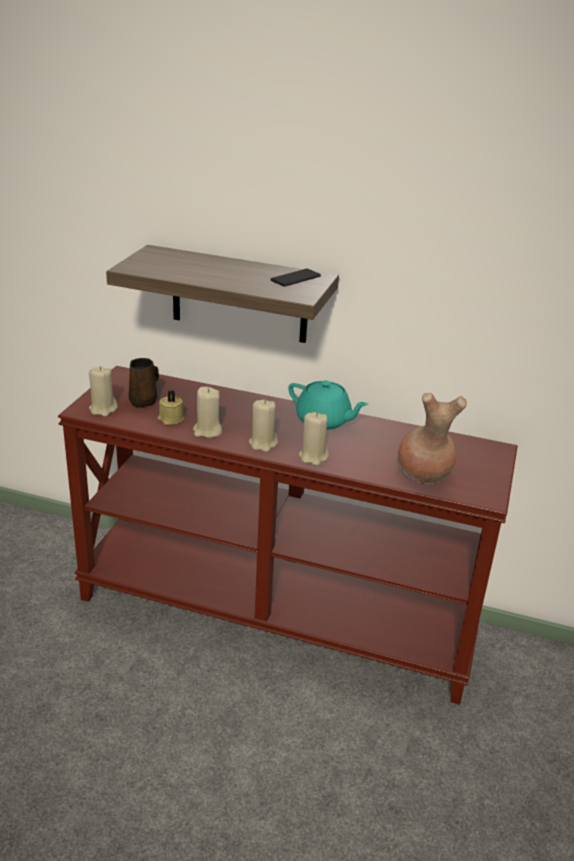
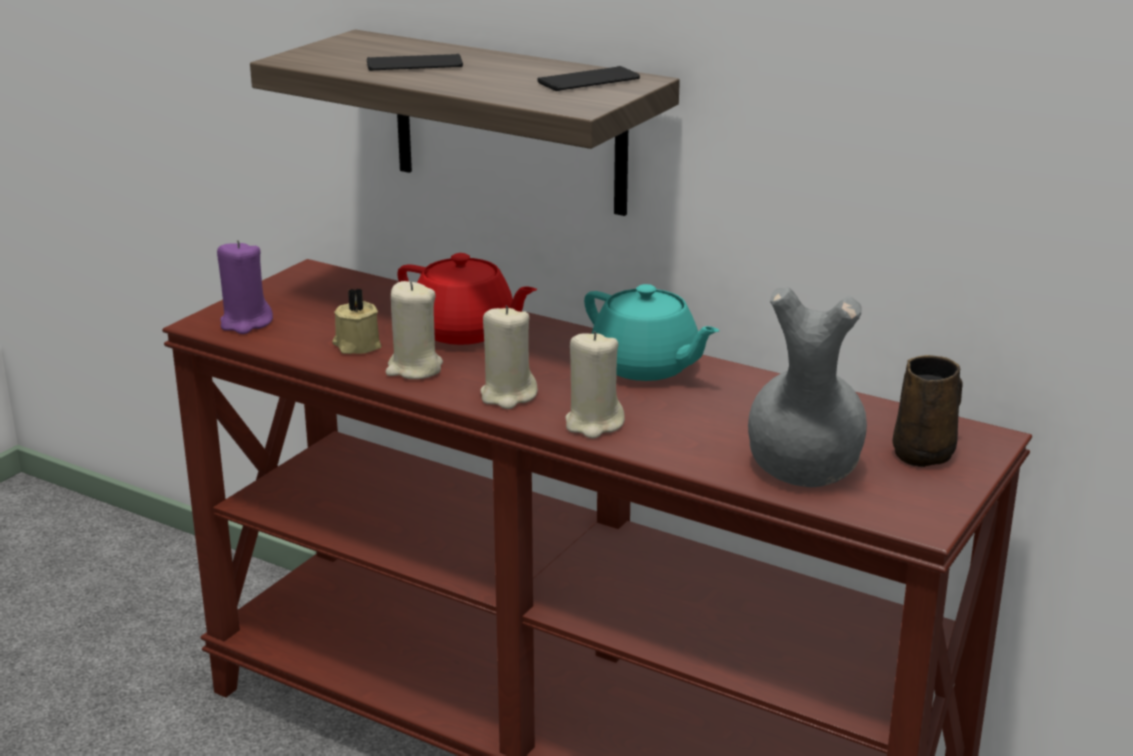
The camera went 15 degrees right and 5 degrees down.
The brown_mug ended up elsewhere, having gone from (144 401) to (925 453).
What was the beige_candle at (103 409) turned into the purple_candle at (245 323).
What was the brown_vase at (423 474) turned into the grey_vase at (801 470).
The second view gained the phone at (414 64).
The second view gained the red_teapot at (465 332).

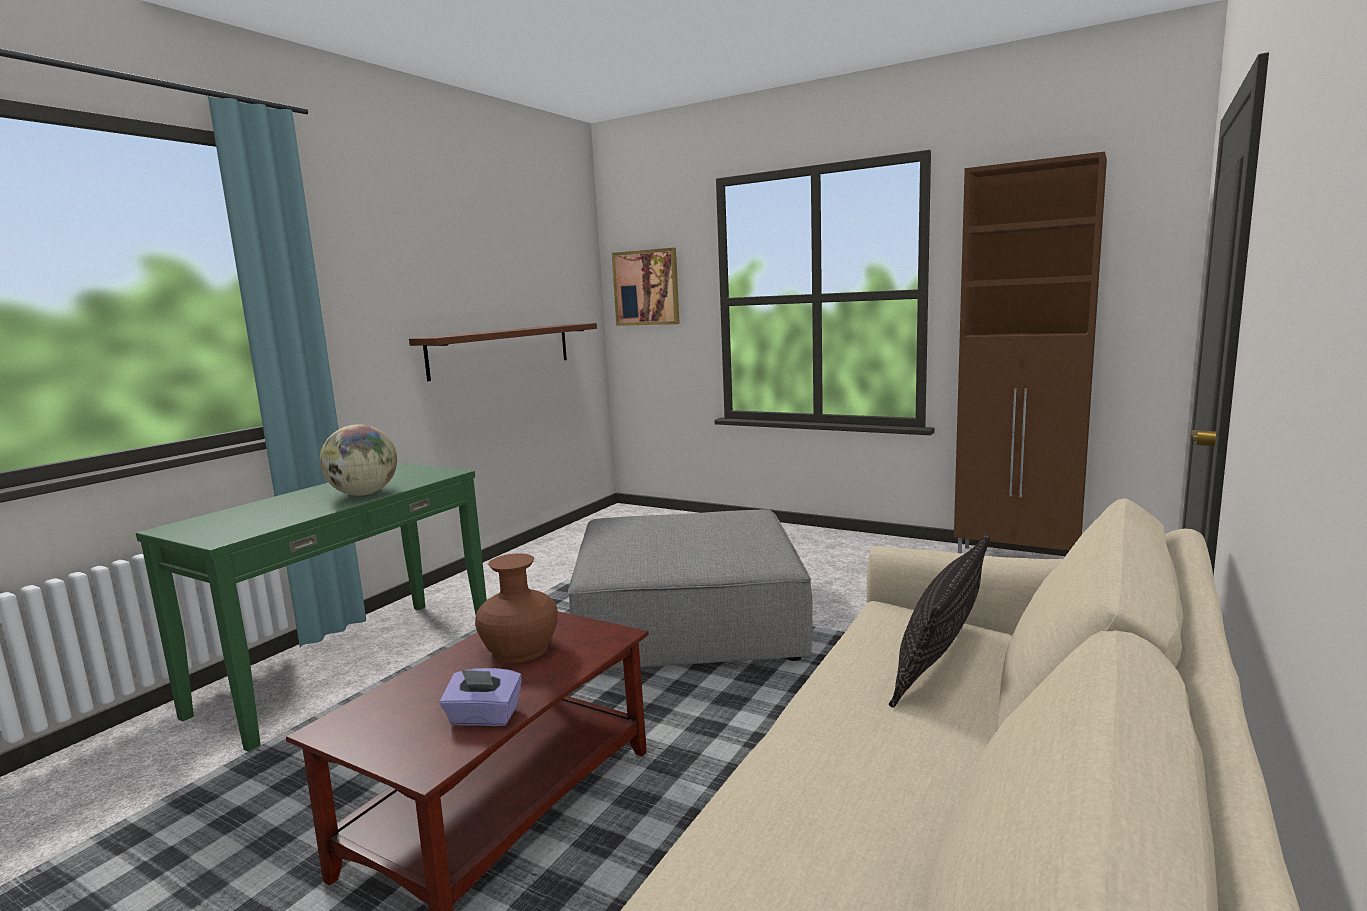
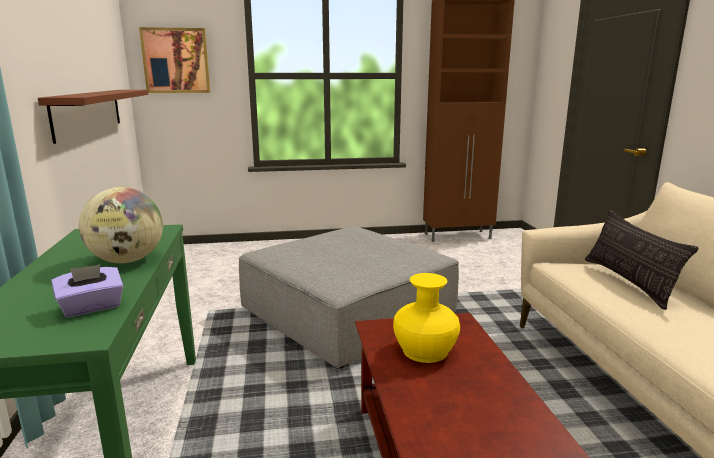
The camera went 40 degrees left and 5 degrees up.
What was the brown_vase at (520 649) turned into the yellow_vase at (425 350).
The purple_tissue_box ended up elsewhere, having gone from (484 717) to (92 307).

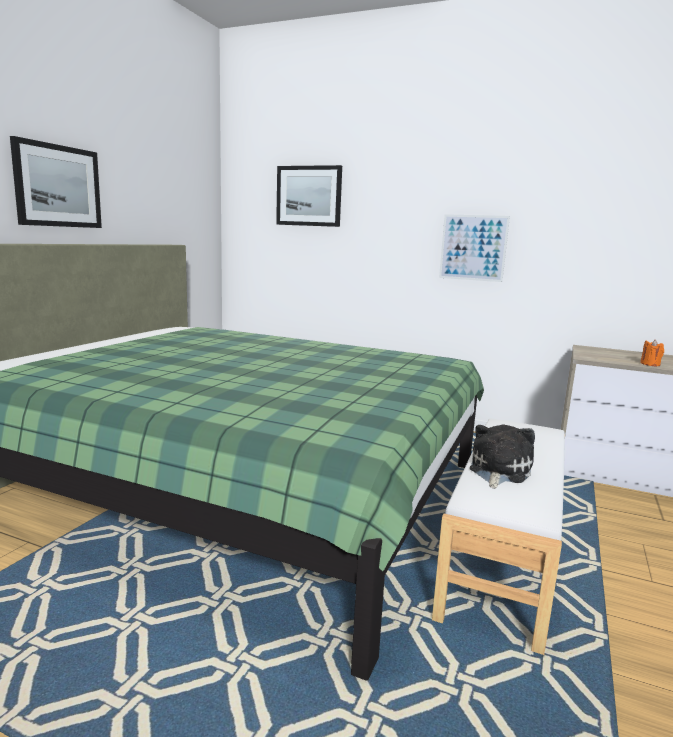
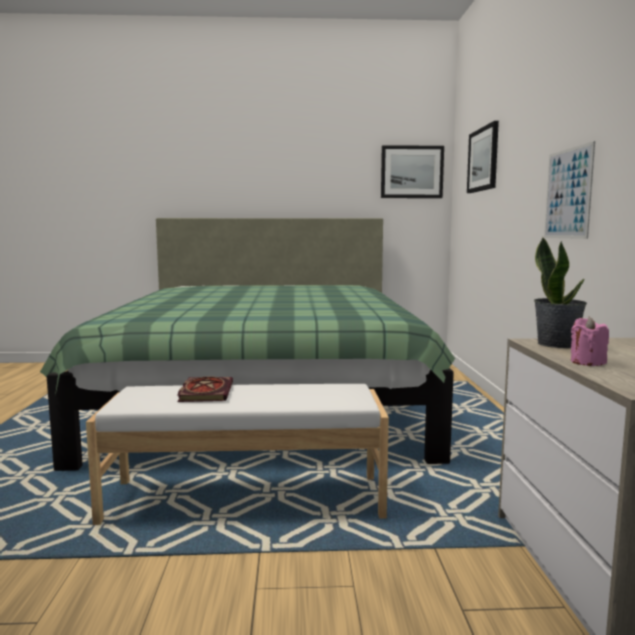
The camera went 65 degrees right and 5 degrees down.
The picture ended up elsewhere, having gone from (58 186) to (411 172).
What was the orange_candle at (650 364) turned into the pink_candle at (587 362).
Where the plush_toy stood at (498 471), the book came to stand at (205 392).
The second view gained the potted_plant at (557 344).

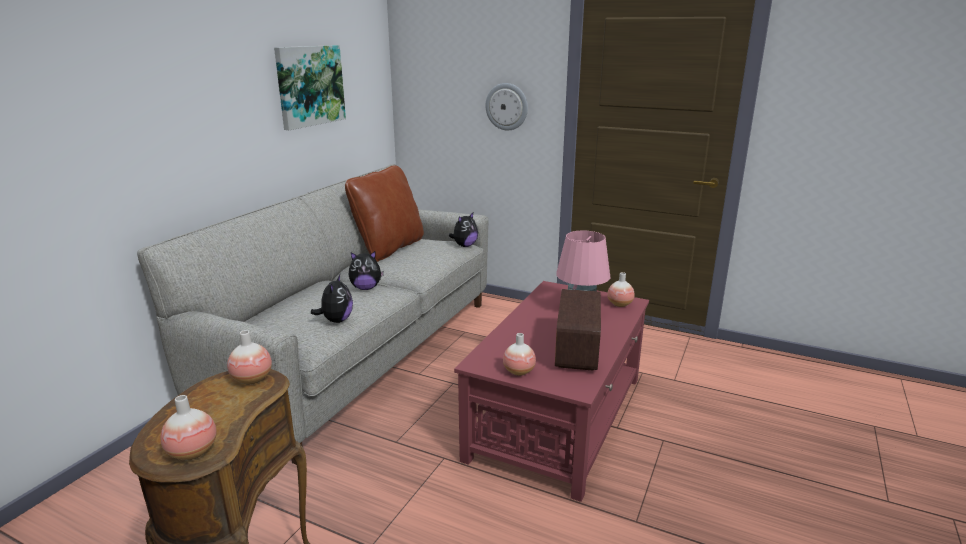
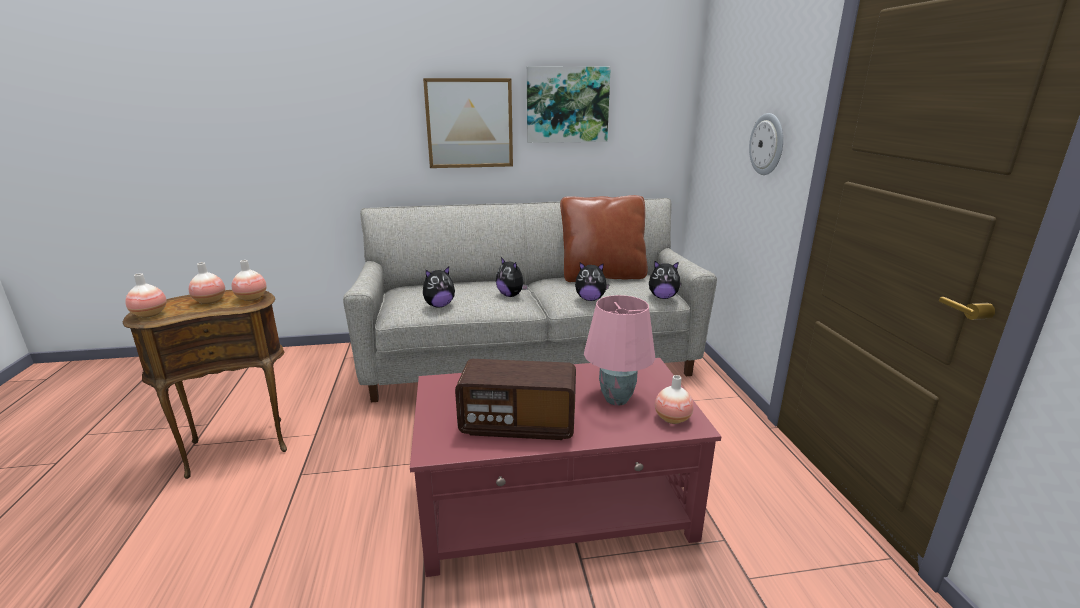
The camera went 55 degrees right and 0 degrees up.
The radio at (577 350) ended up facing another way, 150 degrees counterclockwise from before.
The vase ended up elsewhere, having gone from (519 371) to (210 301).
The second view gained the picture at (469 123).
The second view gained the plush_toy at (590 299).

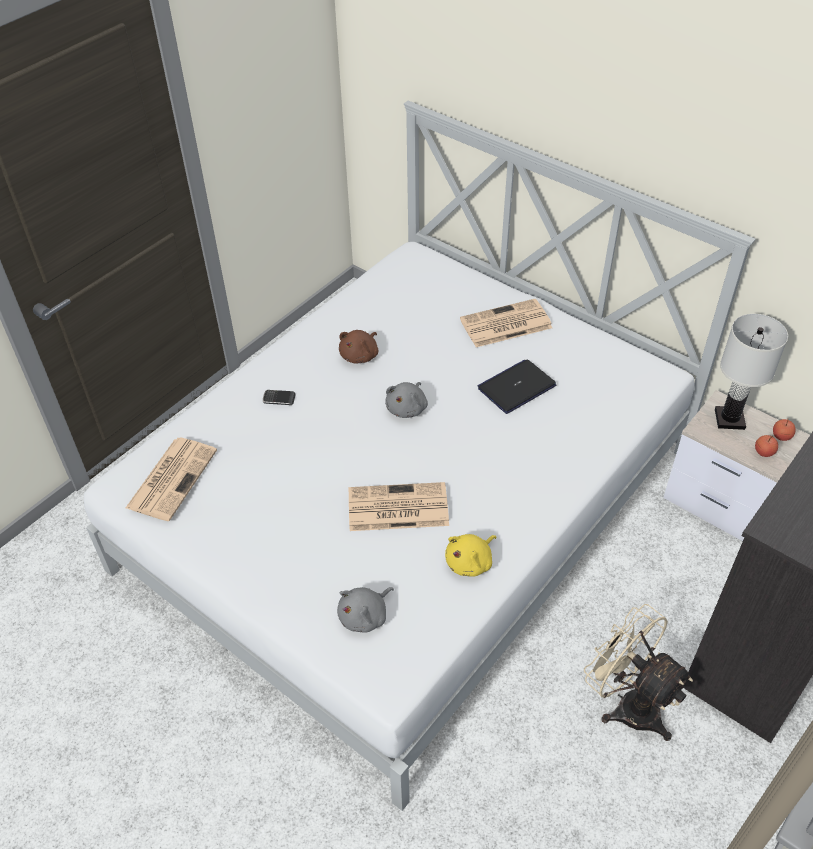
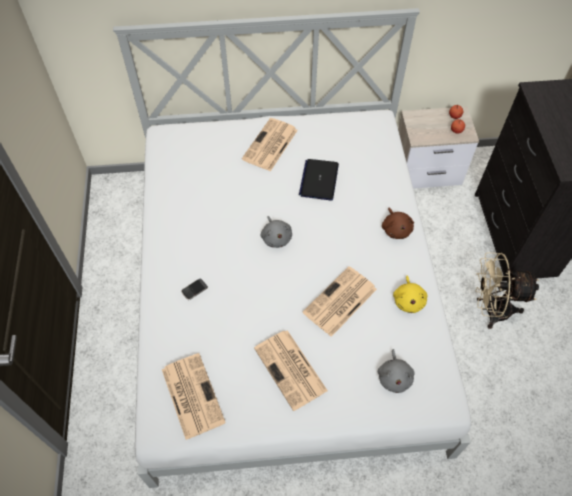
The camera went 45 degrees left and 10 degrees up.
The second view lost the white_table_lamp at (730 419).
The brown_plush_toy ended up elsewhere, having gone from (360 355) to (396 229).
The second view gained the newspaper at (291 370).

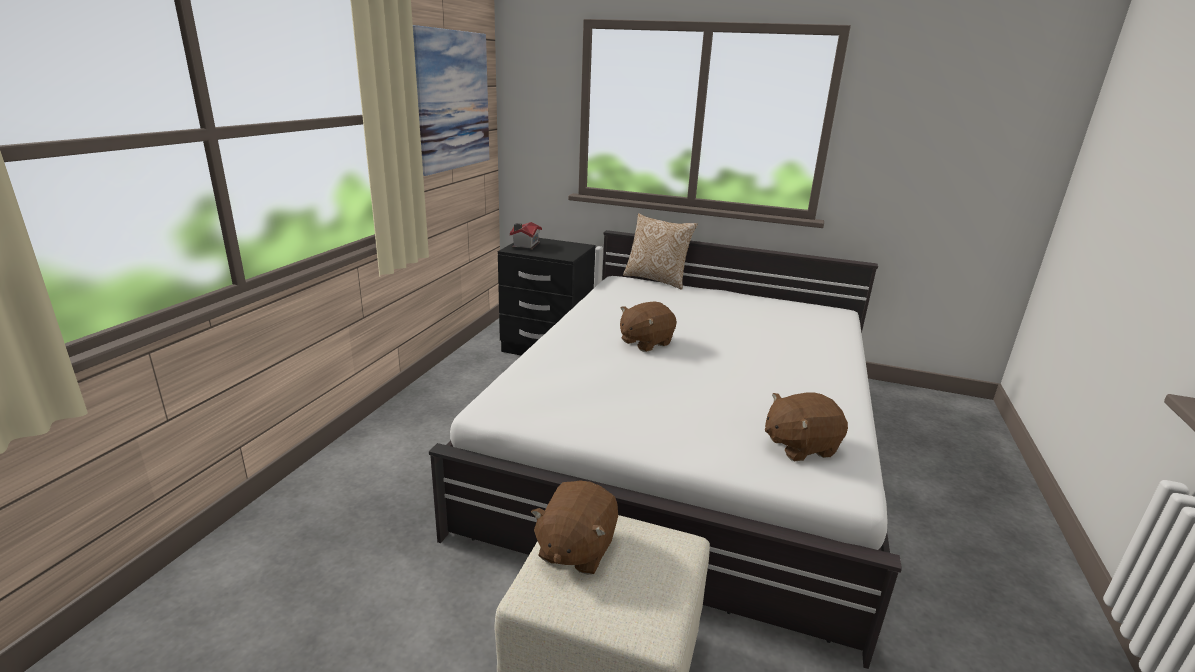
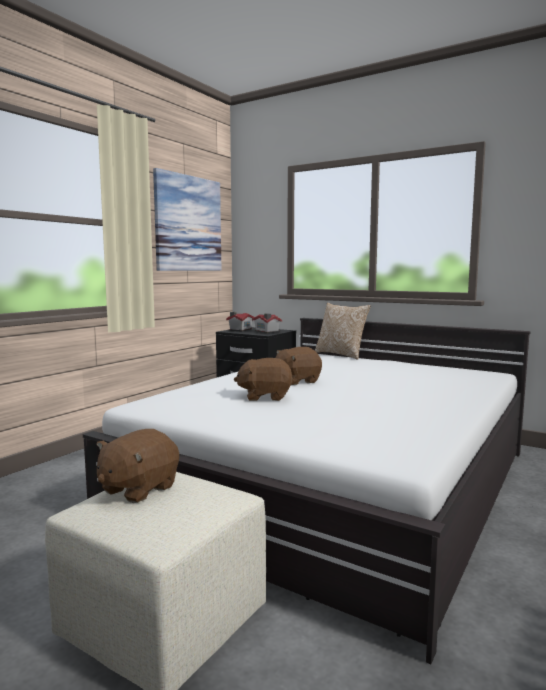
The camera went 15 degrees right and 15 degrees down.
The brown_plush_toy ended up elsewhere, having gone from (799 446) to (265 396).
The second view gained the toy_house at (266 331).

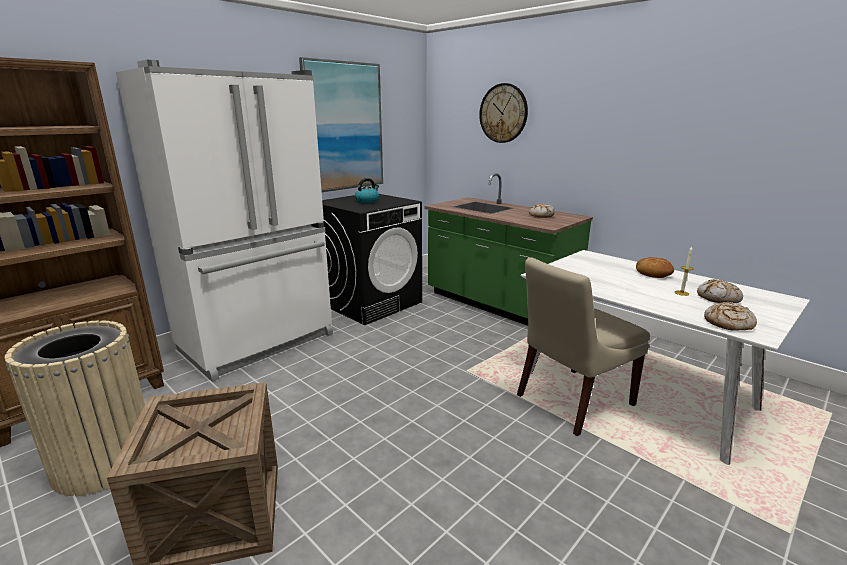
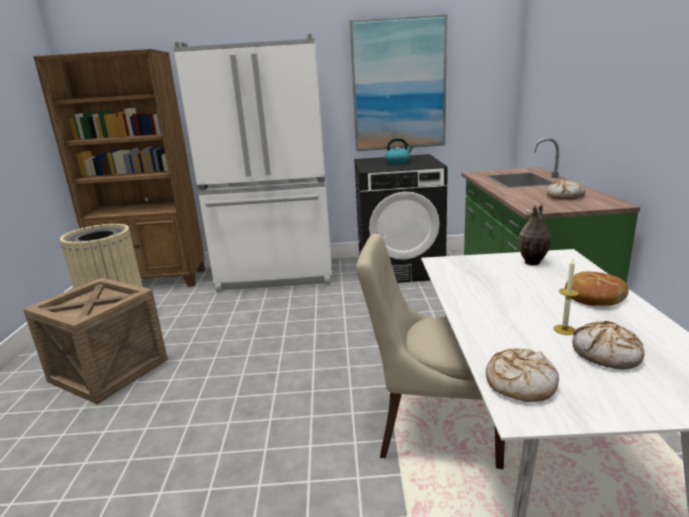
The camera went 45 degrees right and 0 degrees up.
The second view lost the wall_clock at (503 113).
The second view gained the vase at (532 262).

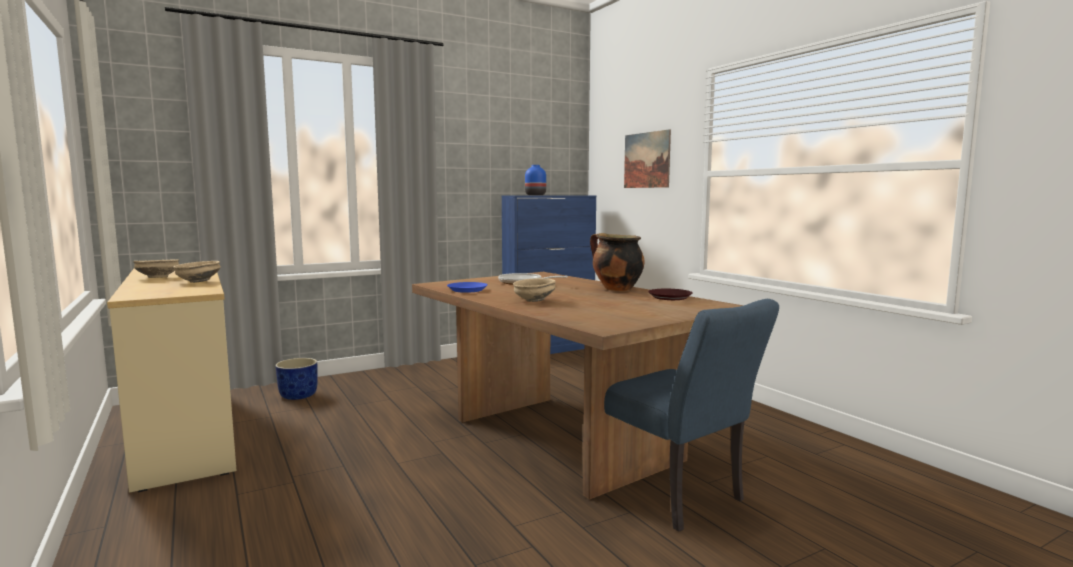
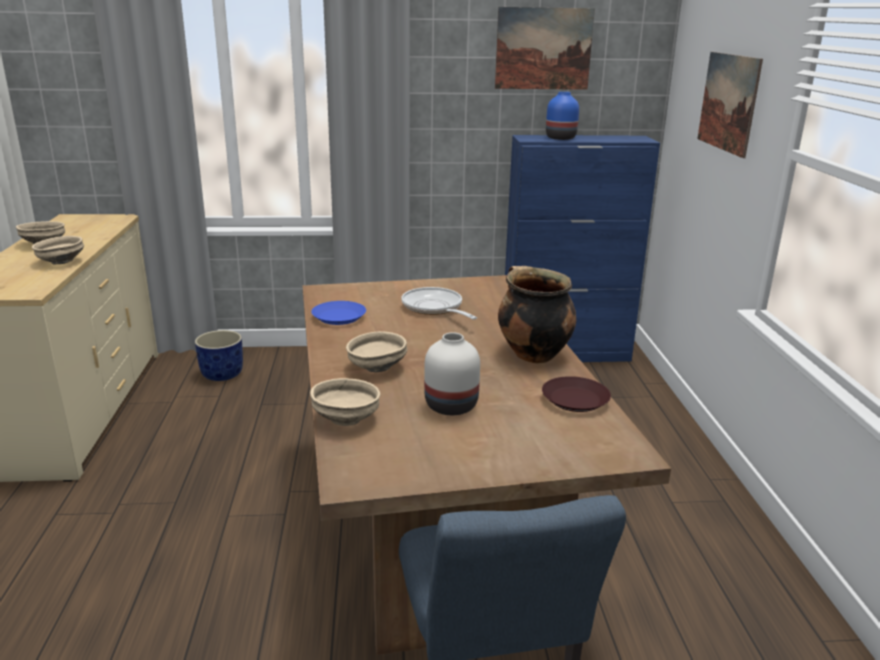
The camera went 25 degrees right and 15 degrees up.
The second view gained the picture at (543 49).
The second view gained the white_vase at (451 405).
The second view gained the beige_bowl at (347 419).

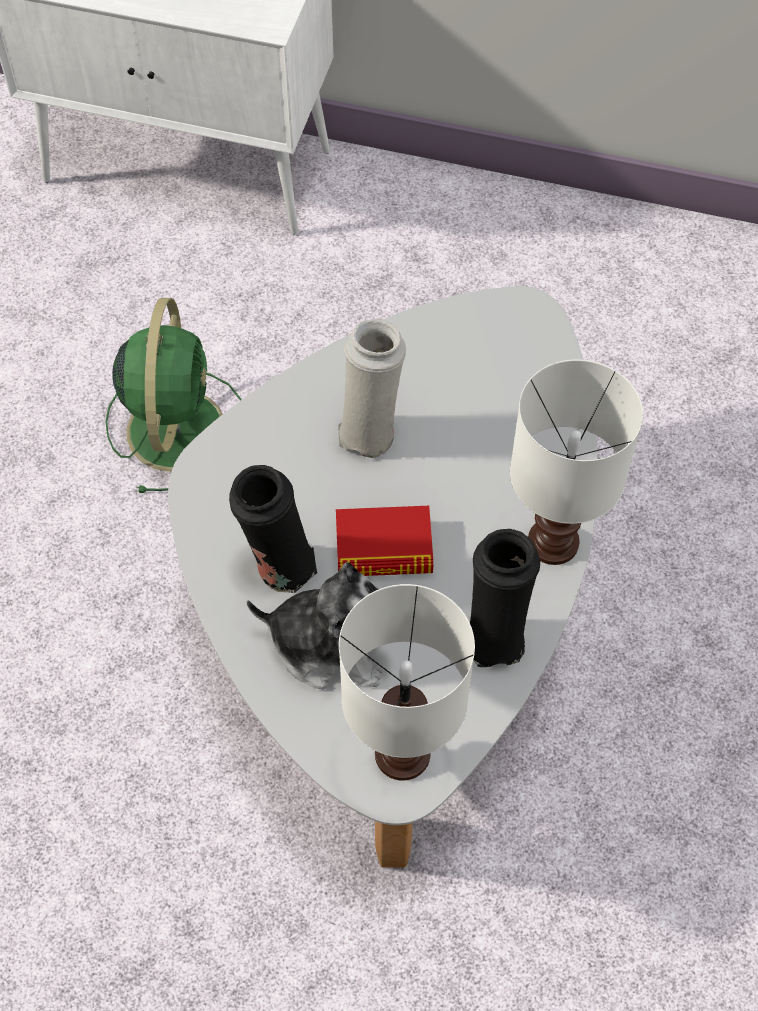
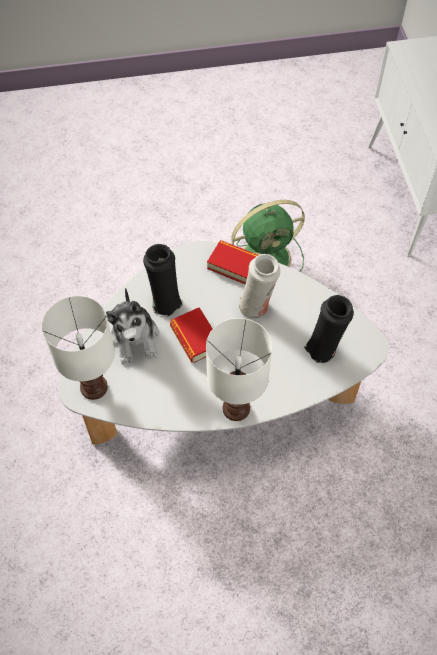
The camera went 65 degrees right and 0 degrees up.
The black_vase ended up elsewhere, having gone from (494 635) to (324 348).
The second view gained the book at (234 265).

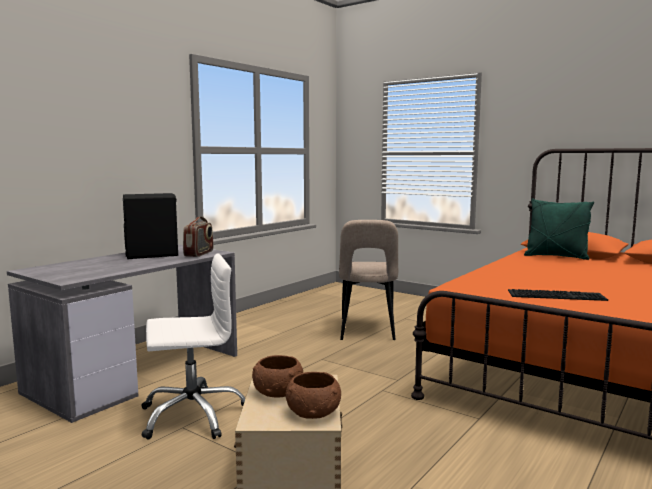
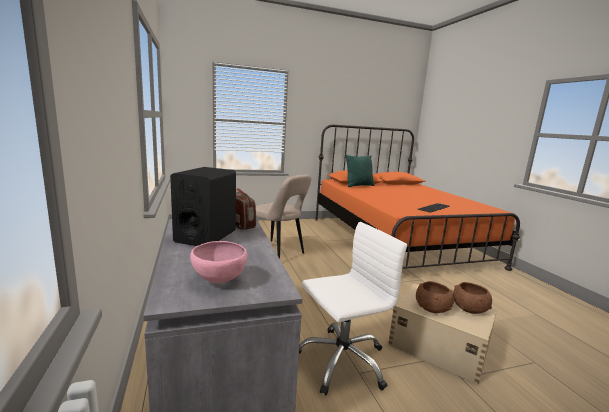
The camera went 55 degrees left and 5 degrees up.
The white_office_chair at (193 415) ended up facing another way, 45 degrees clockwise from before.
The second view gained the pink_bowl at (219 281).

